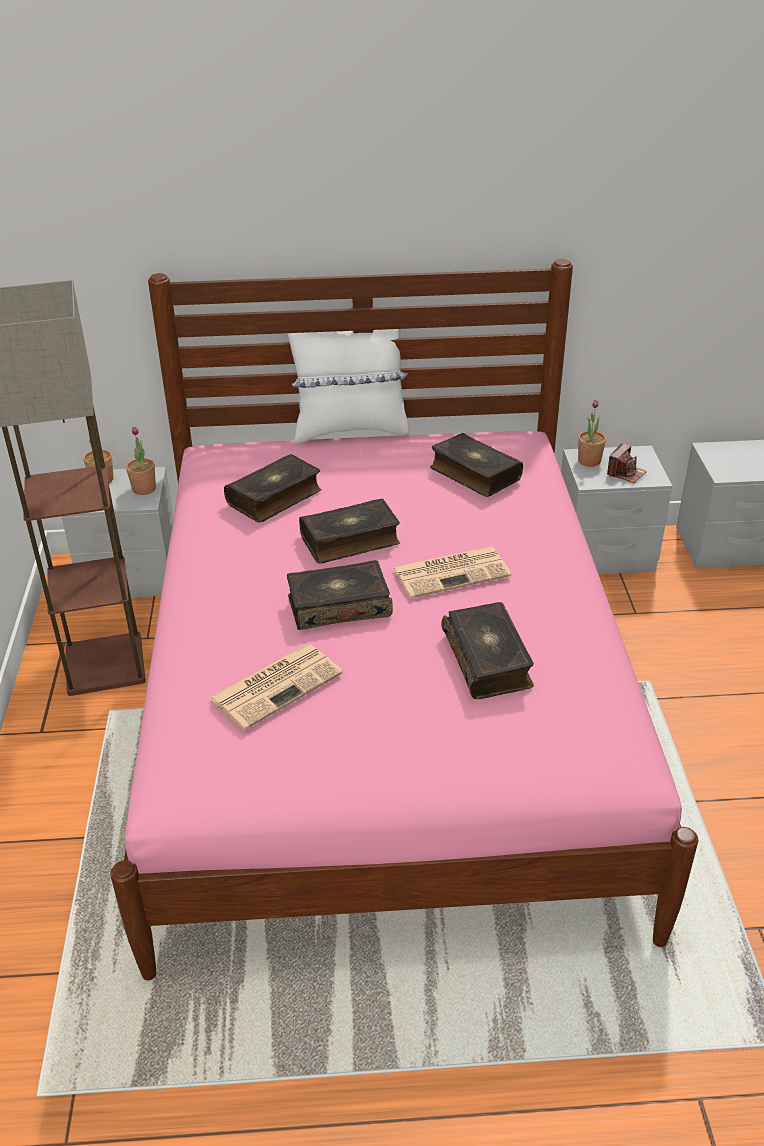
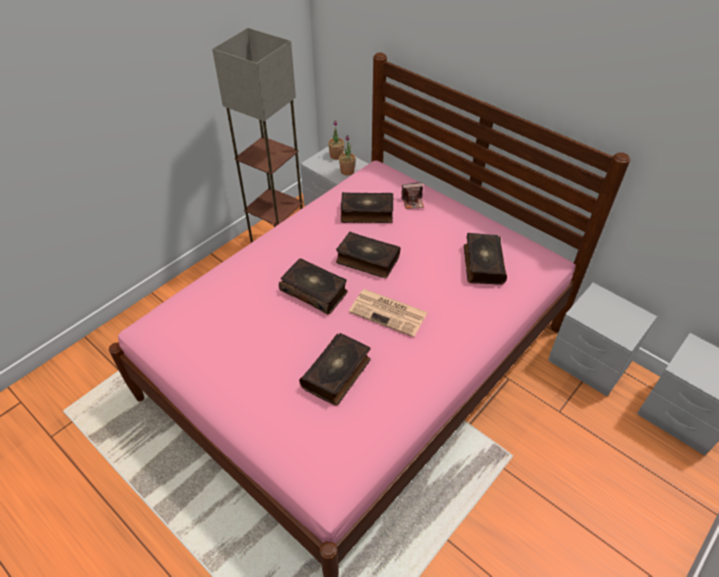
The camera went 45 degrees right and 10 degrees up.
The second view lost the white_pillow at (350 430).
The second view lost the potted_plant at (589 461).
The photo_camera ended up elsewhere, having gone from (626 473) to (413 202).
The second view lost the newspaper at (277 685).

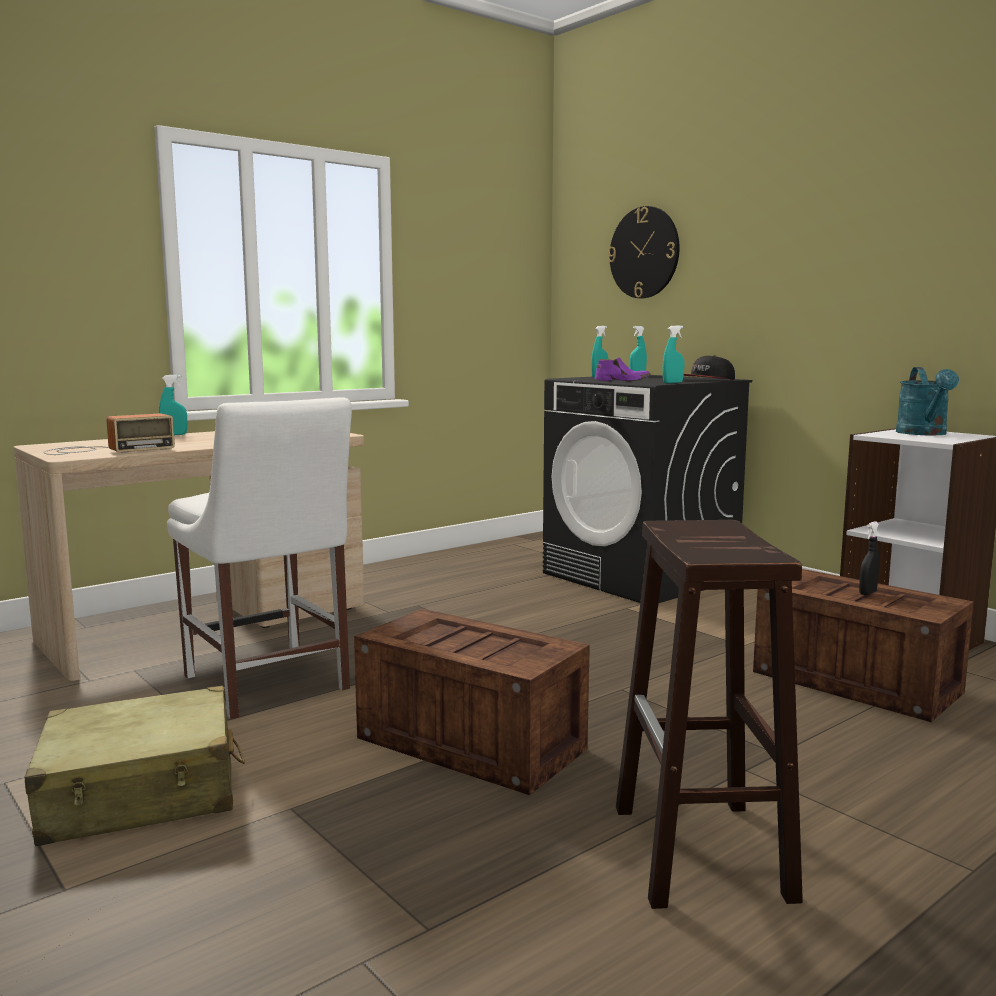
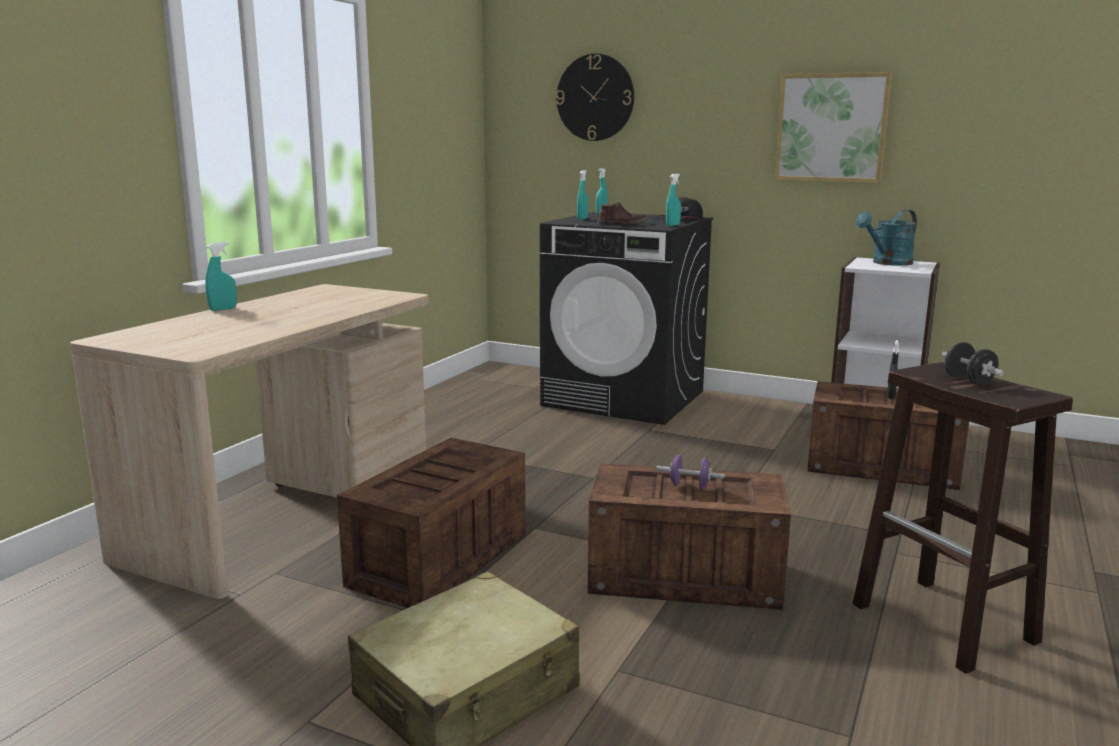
The camera went 25 degrees left and 5 degrees up.
What was the purple_shoe at (622 381) turned into the brown_shoe at (622 224).
The turquoise_watering_can at (924 434) ended up facing another way, 75 degrees clockwise from before.
Where the white_chair stood at (268 685), the crate came to stand at (438 561).
The second view lost the radio at (105 450).
The second view gained the picture at (831 128).
The second view gained the black_dumbbell at (968 380).
The second view gained the purple_dumbbell at (689 486).

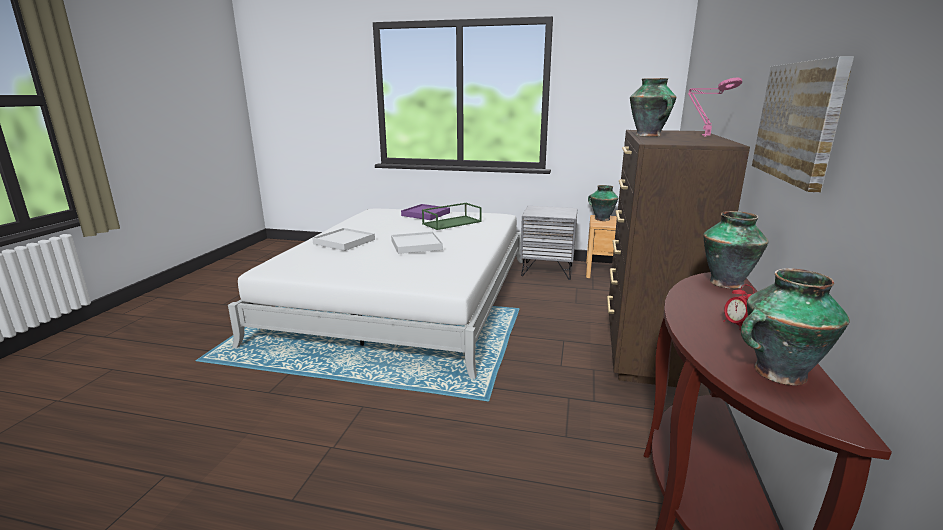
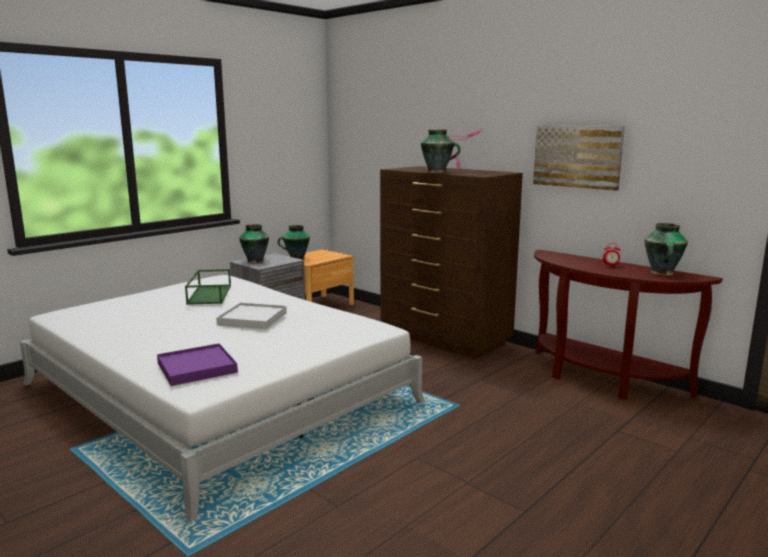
The camera went 60 degrees left and 5 degrees down.
The purple_tray ended up elsewhere, having gone from (425 214) to (196 368).
The vase ended up elsewhere, having gone from (727 282) to (255 261).
The second view lost the white_tray at (344 242).

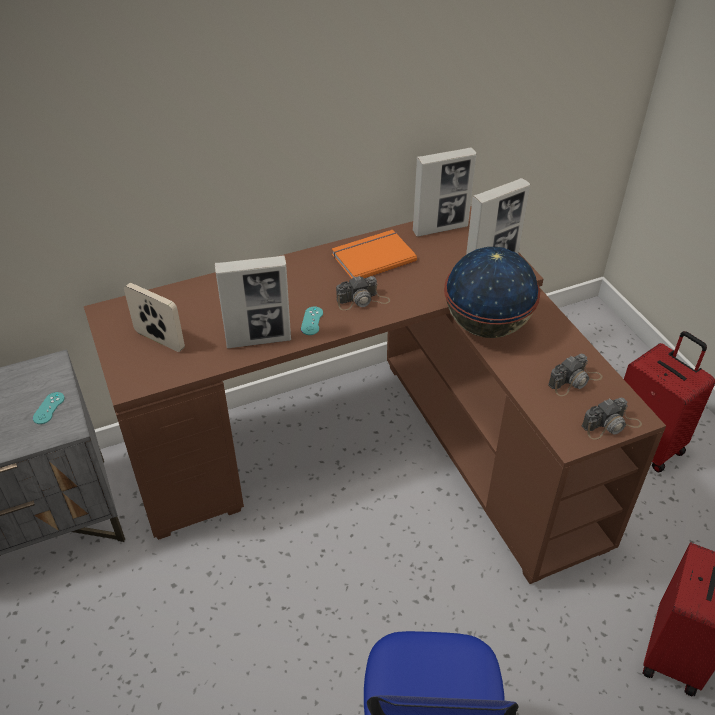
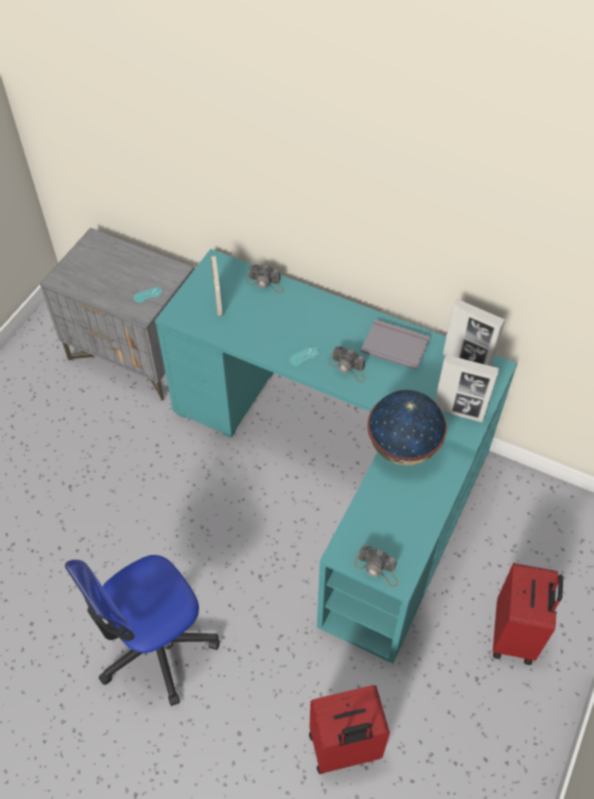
The camera went 50 degrees right and 10 degrees up.
What was the brown_desk at (374 449) turned into the turquoise_desk at (342 472).
What was the orange_book at (372 257) turned into the grey_book at (395 344).
The second view lost the picture_frame at (259 340).
The photo_camera ended up elsewhere, having gone from (575 381) to (266 283).

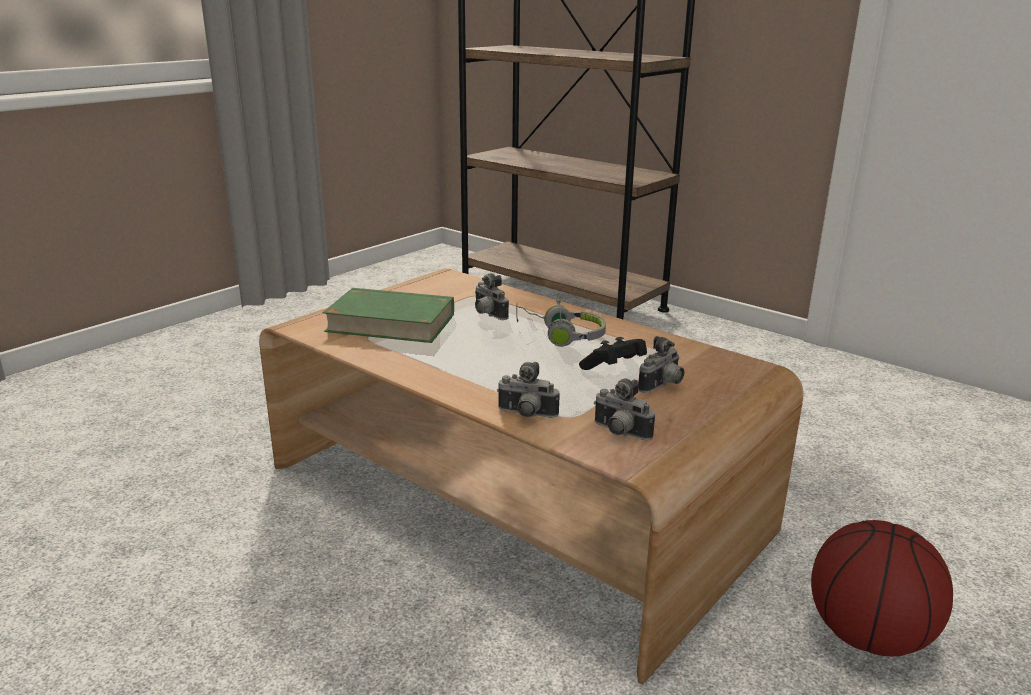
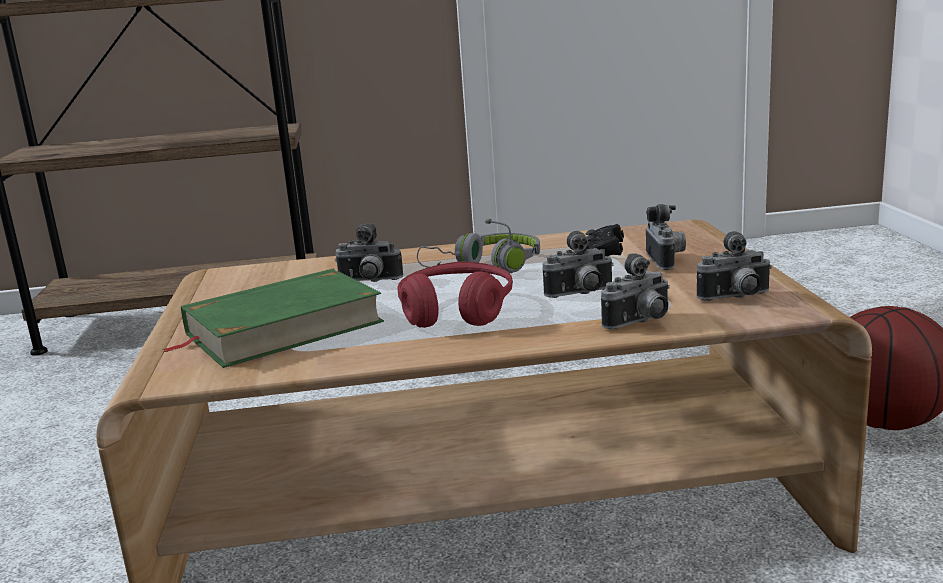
The camera went 45 degrees left and 5 degrees down.
The second view gained the photo_camera at (581 294).
The second view gained the red_headphones at (456 311).

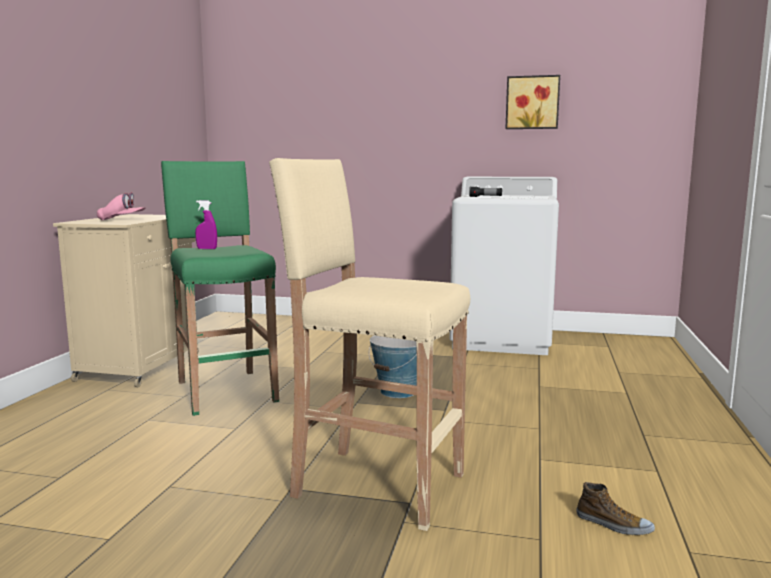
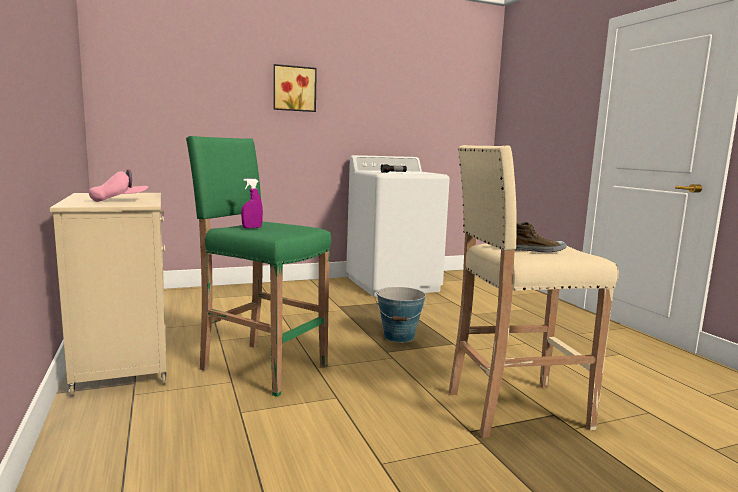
The camera went 35 degrees left and 0 degrees up.
The picture ended up elsewhere, having gone from (532 102) to (294 88).
The shoe ended up elsewhere, having gone from (613 525) to (537 250).

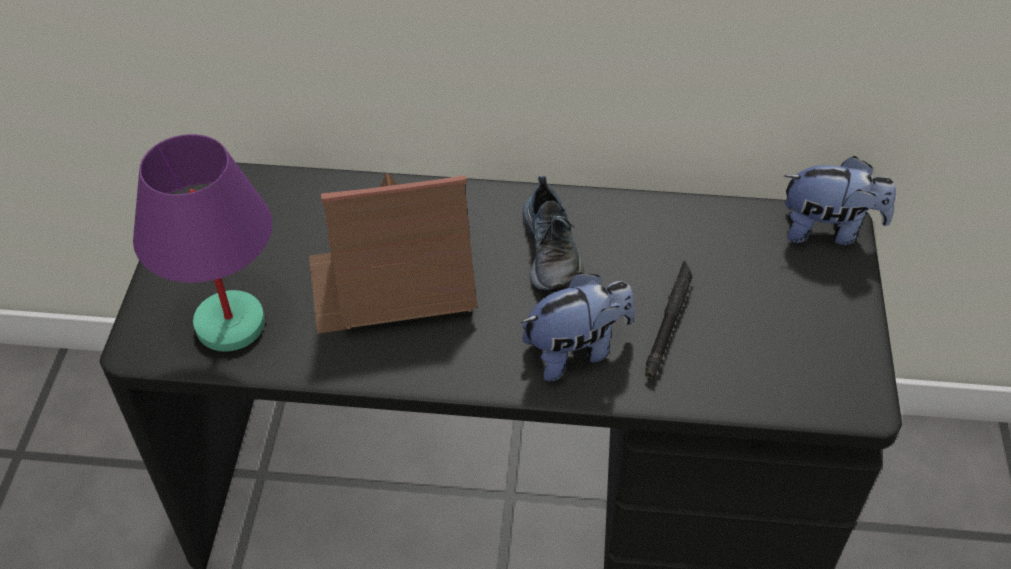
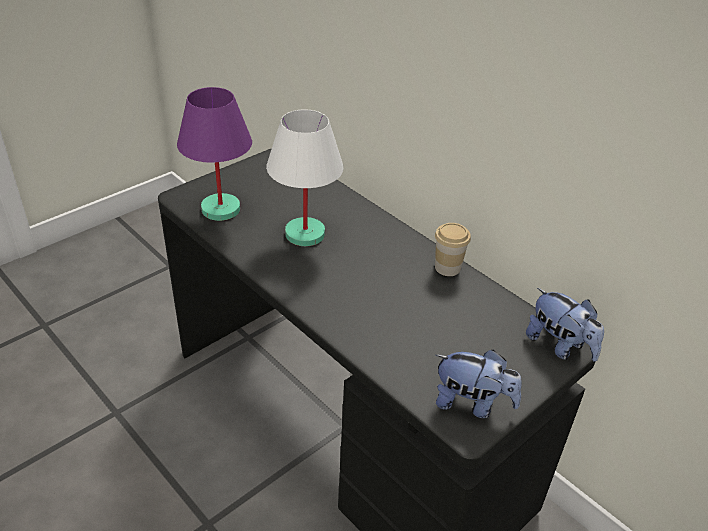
The camera went 40 degrees right and 10 degrees down.
Where the toy_house stood at (393 283), the white_table_lamp came to stand at (304 234).
The second view lost the shoe at (552 251).
The second view lost the black_flashlight at (668 323).
The plush_toy ended up elsewhere, having gone from (576 350) to (472 403).
The second view gained the cup at (447 267).

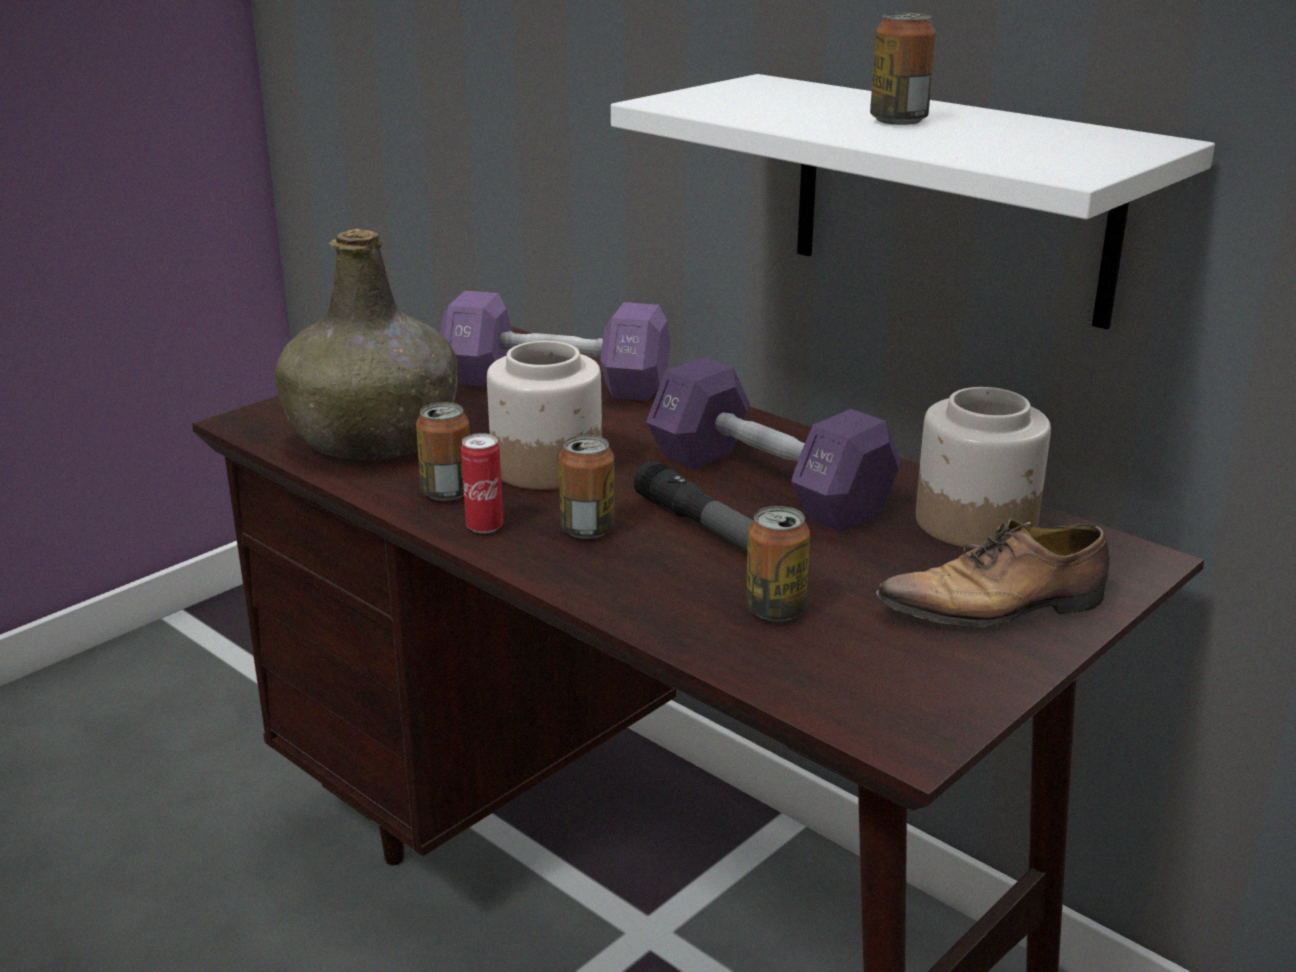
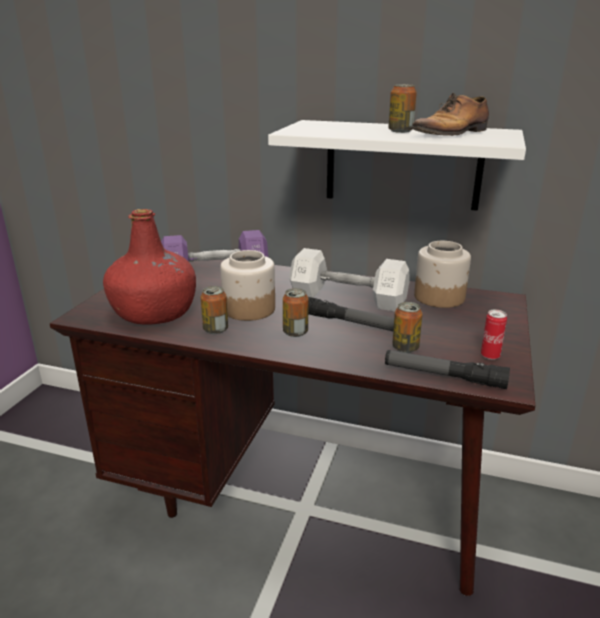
The camera went 25 degrees left and 0 degrees up.
What was the green_bottle at (376 437) turned into the red_bottle at (155 312).
What was the purple_dumbbell at (767 484) turned into the white_dumbbell at (348 298).
The can ended up elsewhere, having gone from (484 527) to (490 356).
The shoe ended up elsewhere, having gone from (998 607) to (452 133).
The second view gained the flashlight at (444 376).

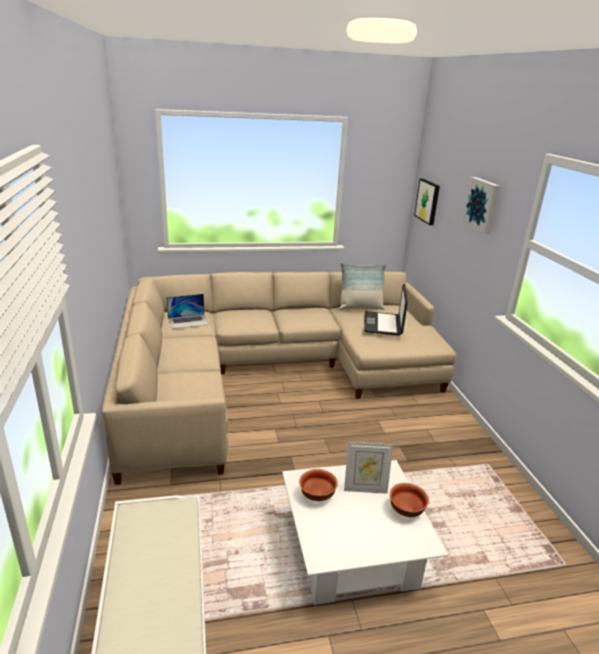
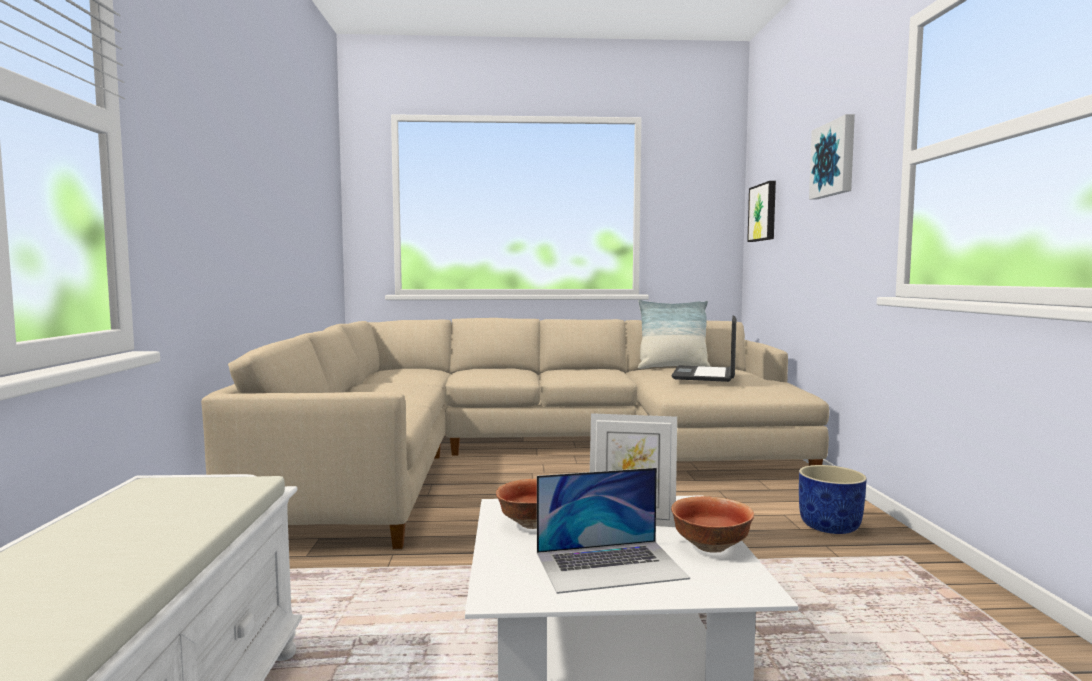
The camera went 10 degrees right and 20 degrees down.
The laptop ended up elsewhere, having gone from (188 321) to (610 565).
The second view gained the blue_planter at (830 526).

